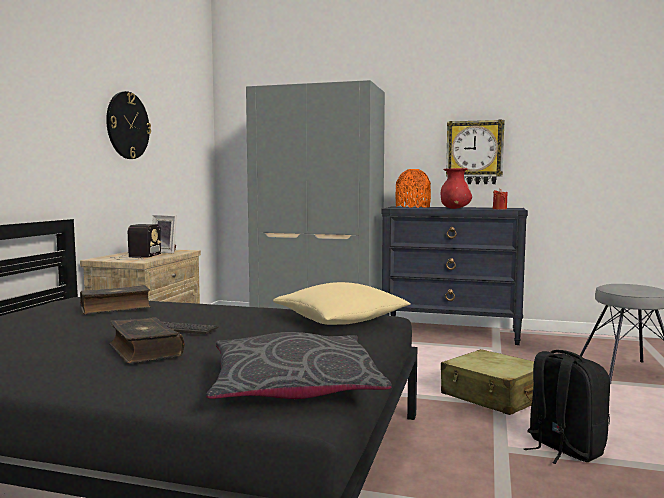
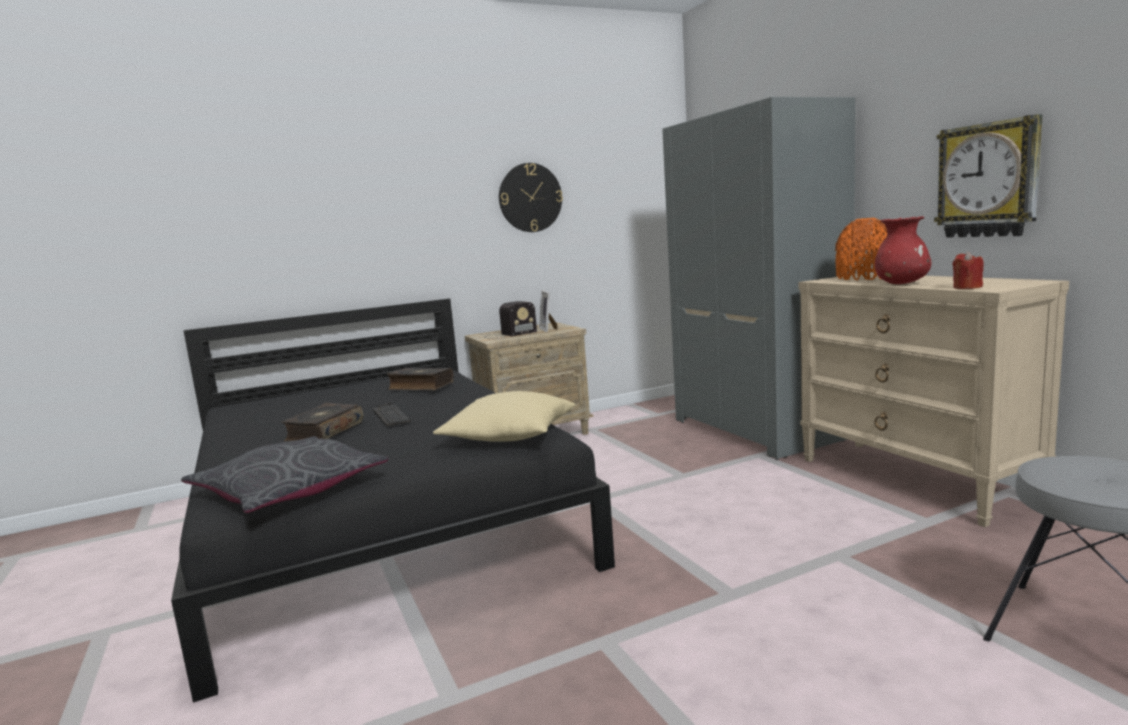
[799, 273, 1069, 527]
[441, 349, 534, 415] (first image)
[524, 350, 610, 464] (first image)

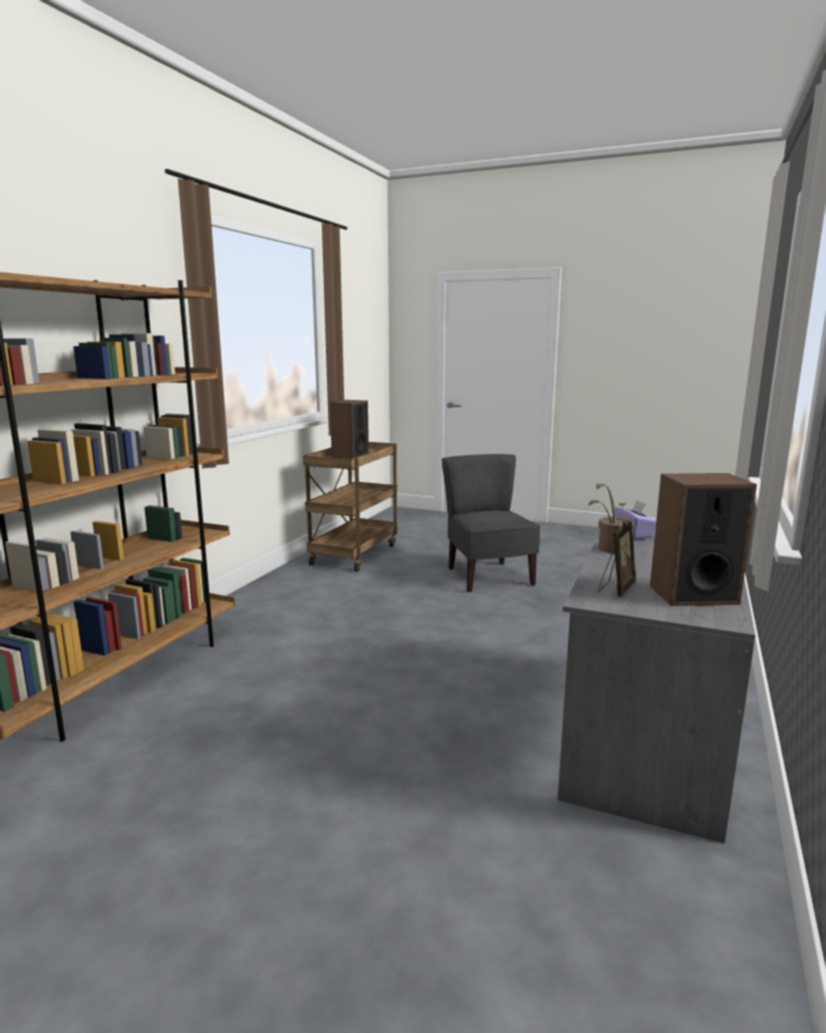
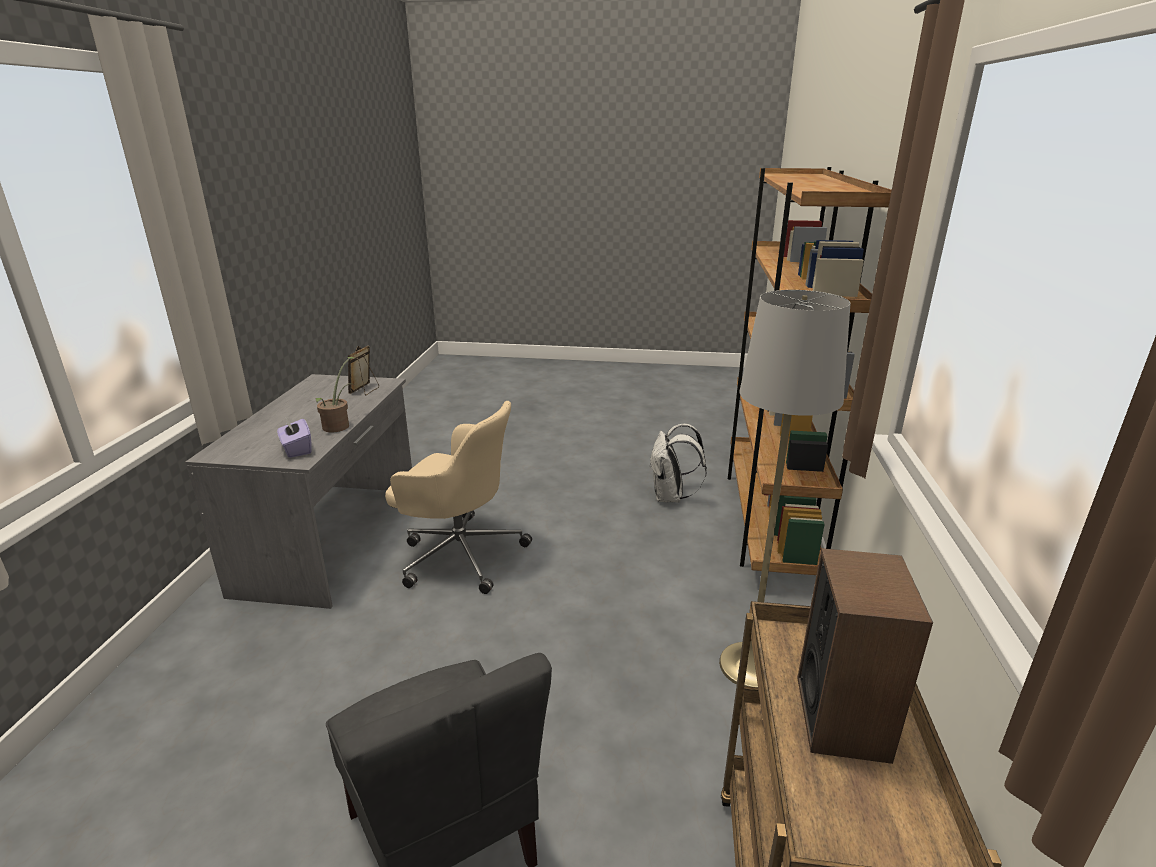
[650, 473, 757, 606] (first image)
[719, 290, 851, 688]
[385, 401, 532, 594]
[649, 423, 707, 503]

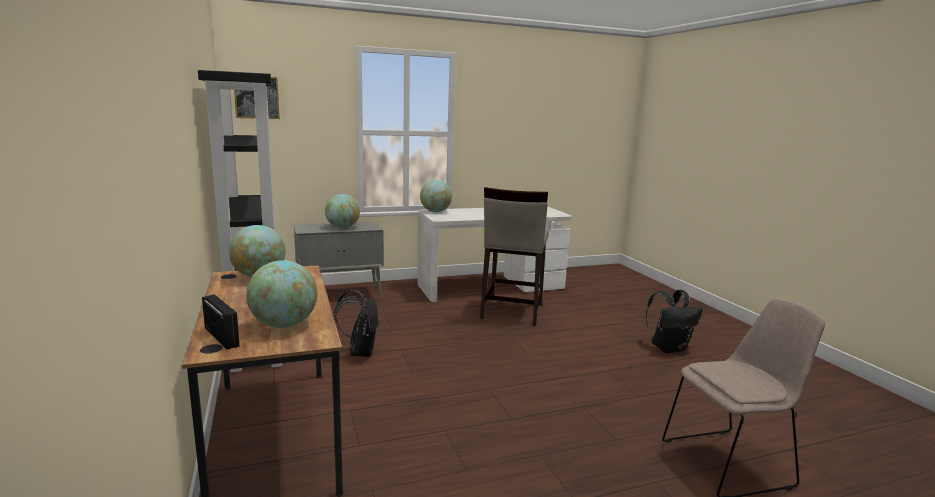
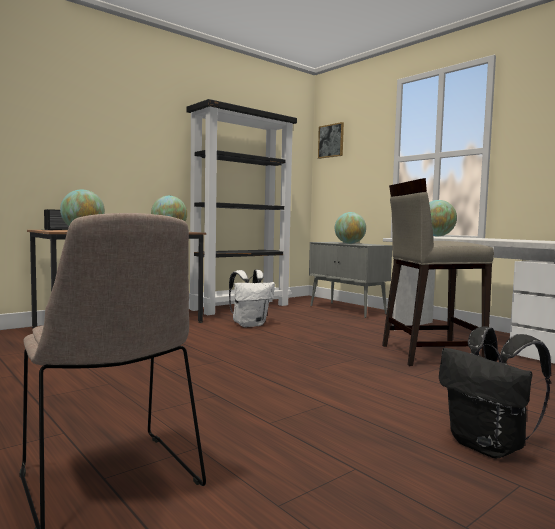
[229, 270, 275, 327]

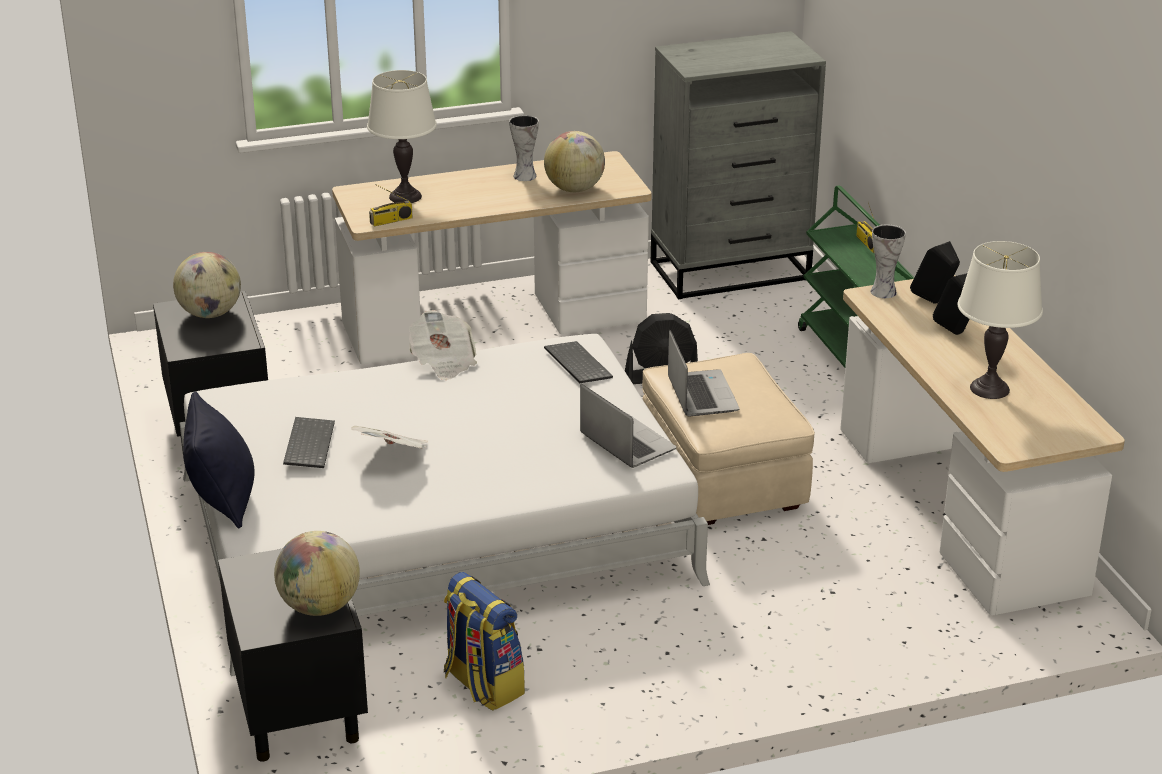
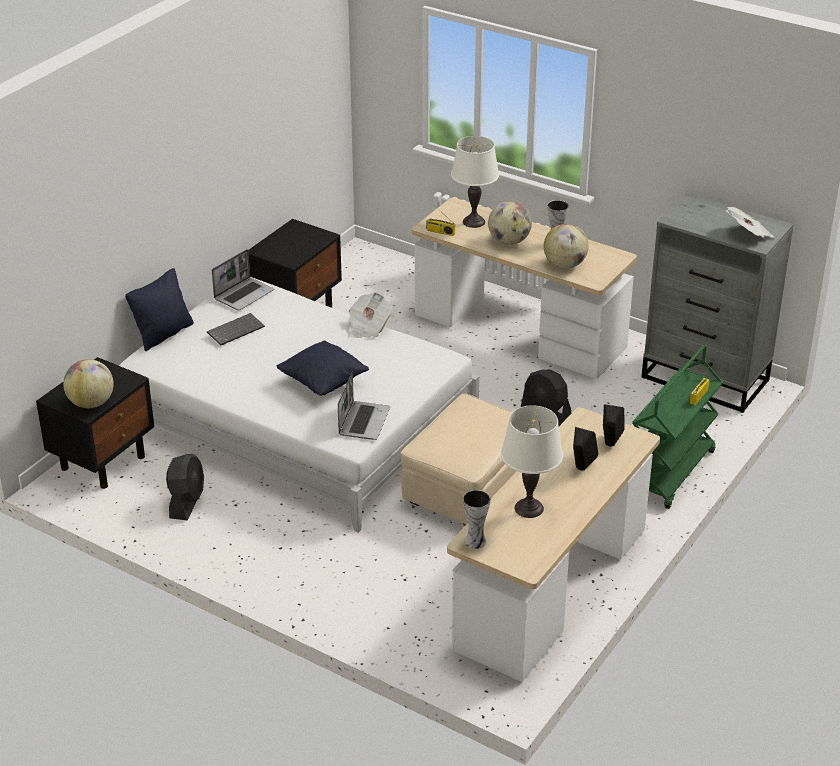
[463, 490, 491, 549]
[488, 201, 532, 245]
[212, 249, 274, 310]
[544, 341, 613, 383] (first image)
[725, 207, 775, 237]
[166, 454, 204, 520]
[277, 341, 369, 396]

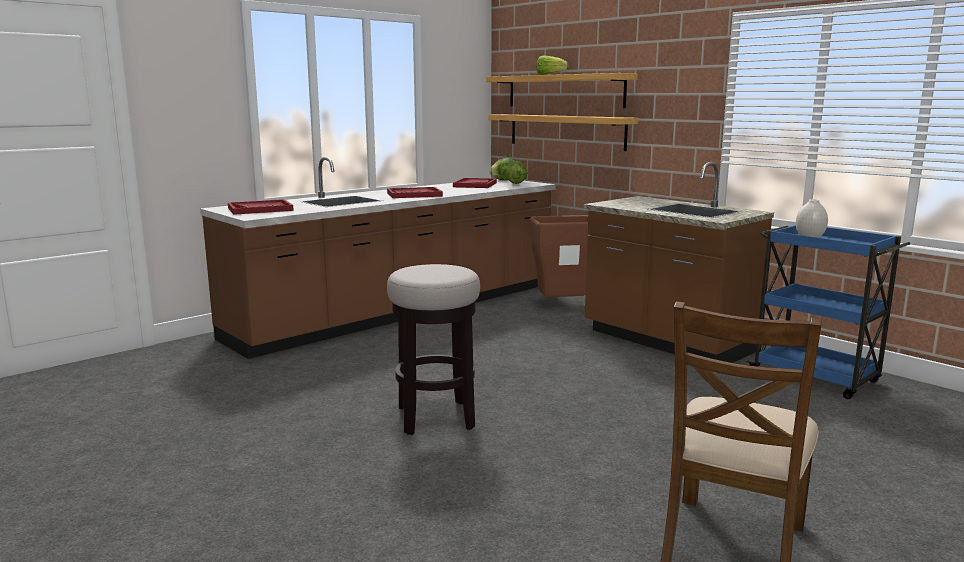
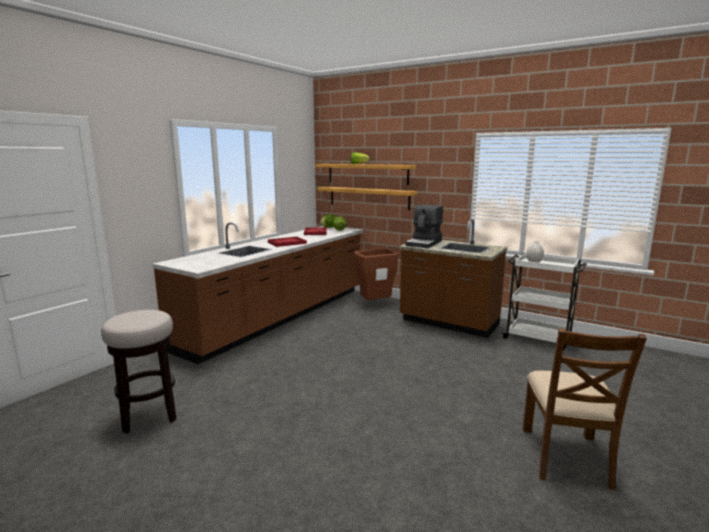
[228, 199, 294, 215] (first image)
[501, 253, 587, 351]
[101, 310, 177, 433]
[405, 204, 443, 248]

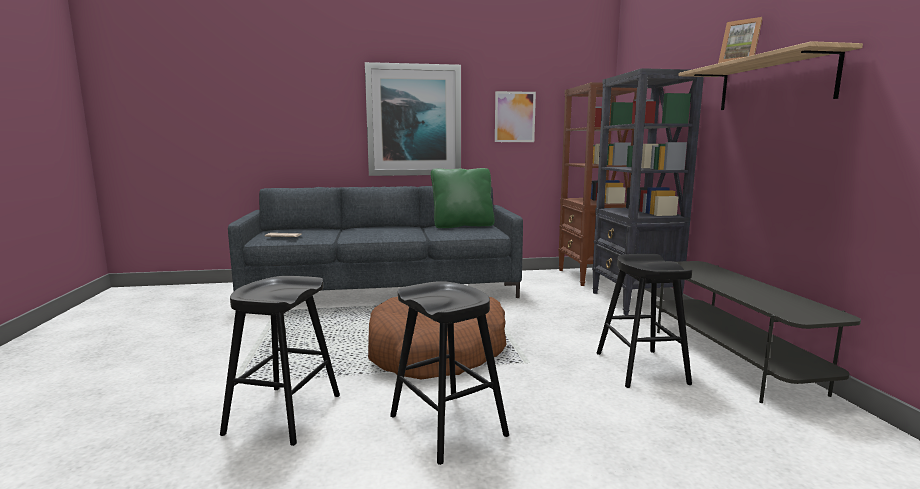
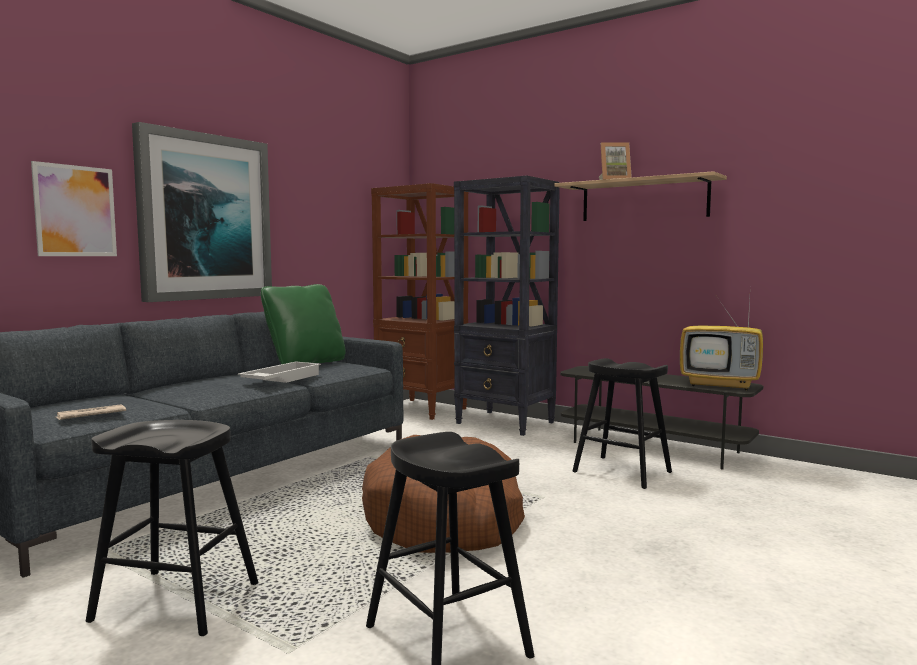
[31, 161, 117, 256]
[86, 420, 258, 636]
[680, 299, 763, 390]
[238, 362, 321, 383]

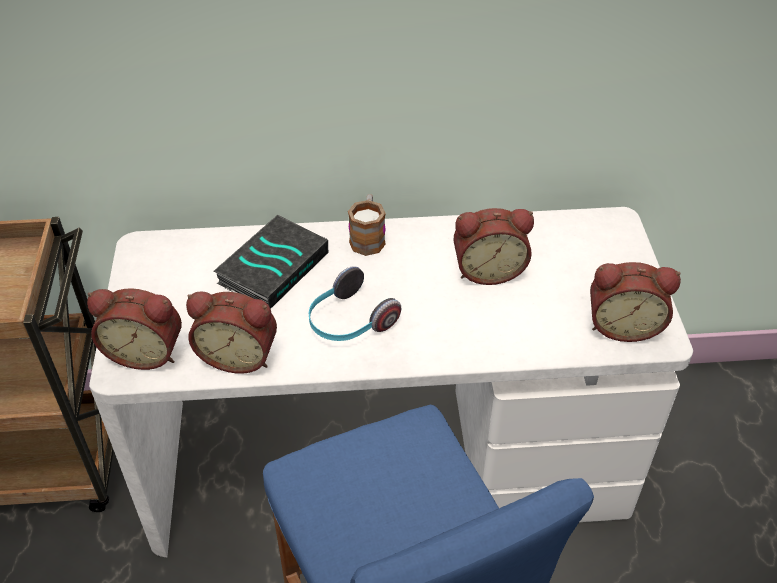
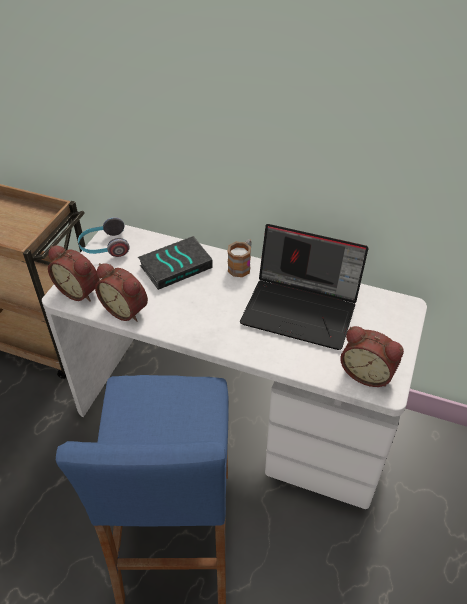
[240, 224, 369, 350]
[78, 217, 130, 257]

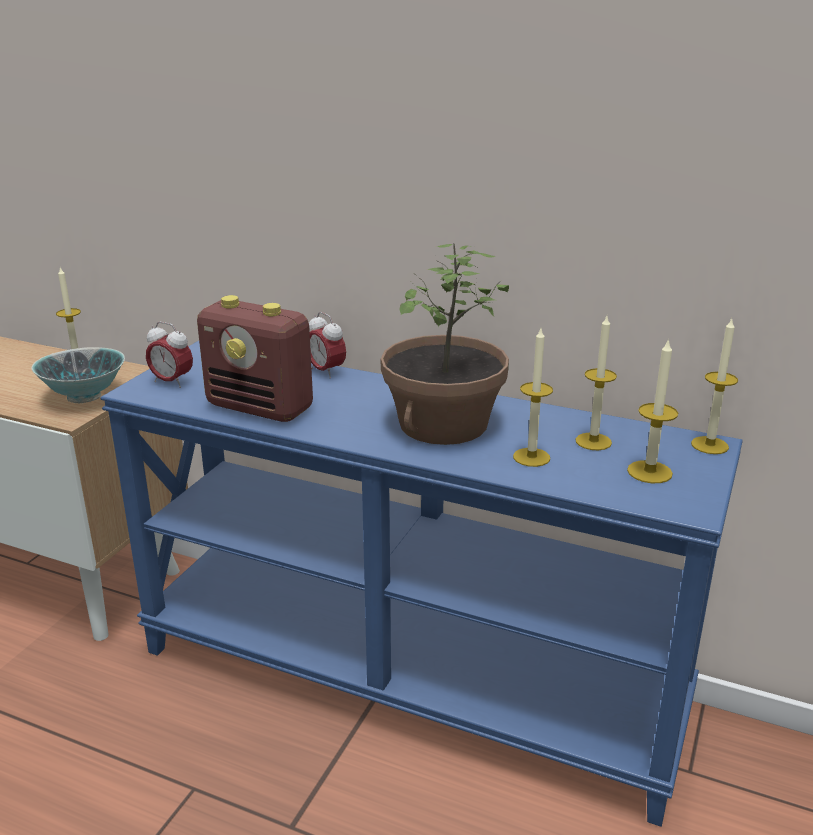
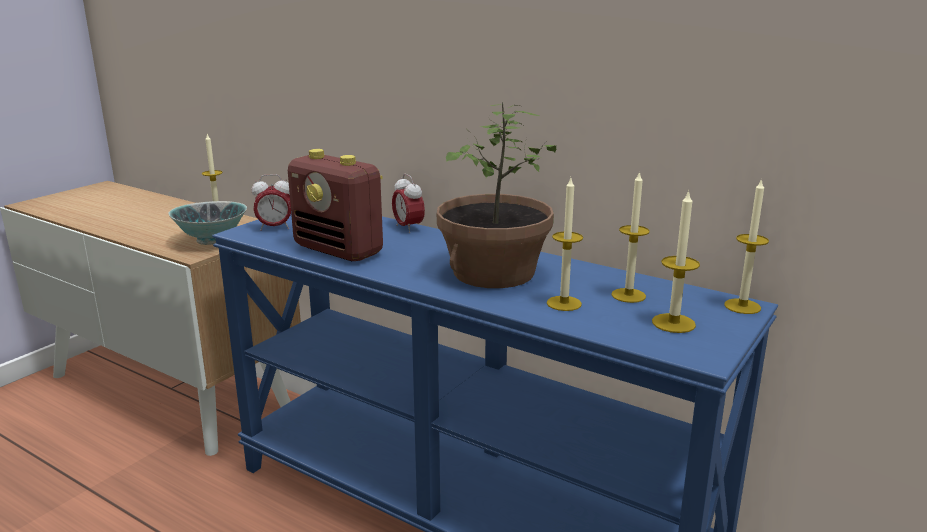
[252, 174, 291, 231]

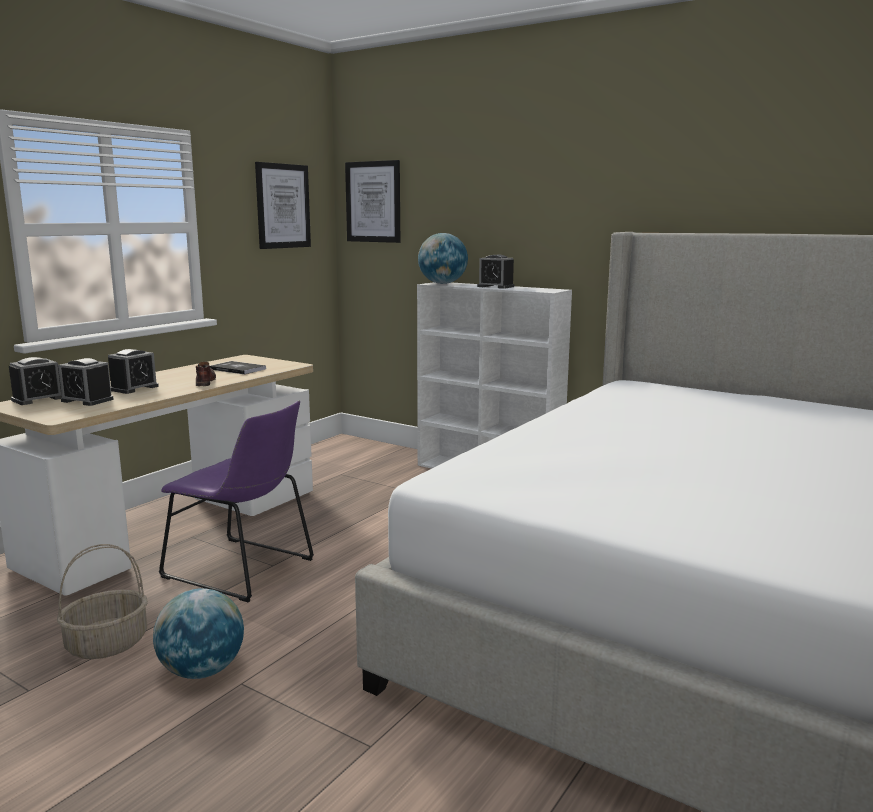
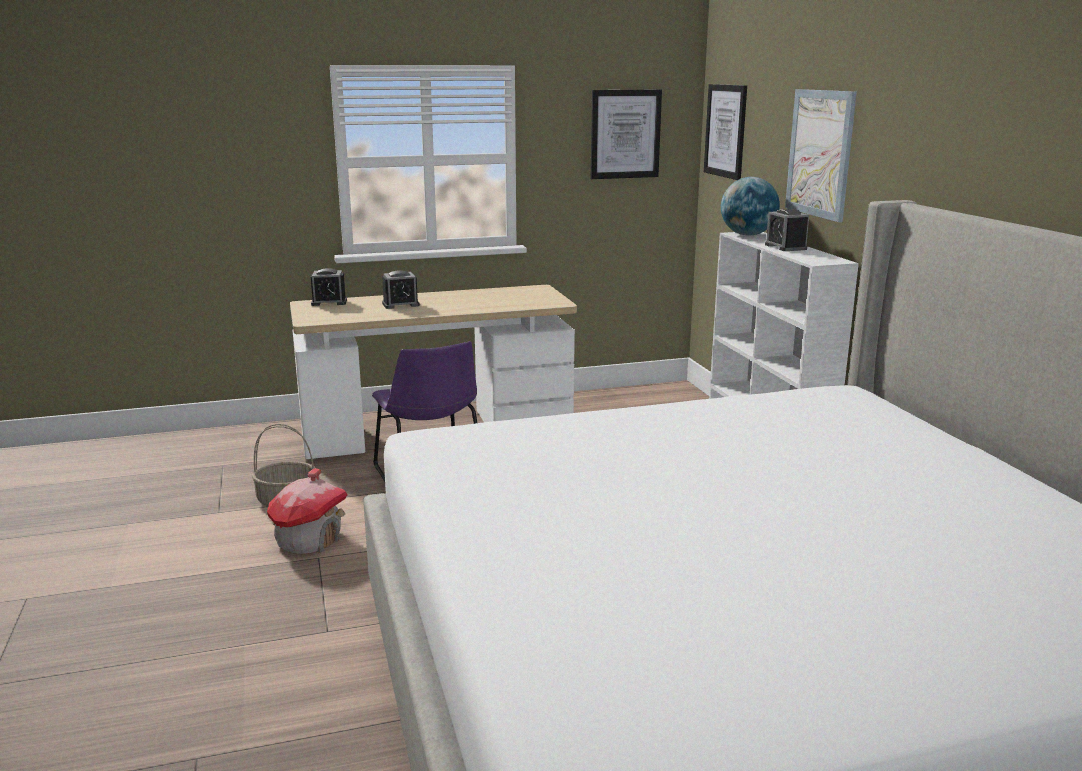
[58, 358, 113, 406] (first image)
[210, 361, 266, 374] (first image)
[196, 362, 216, 386] (first image)
[267, 468, 347, 554]
[785, 89, 857, 222]

